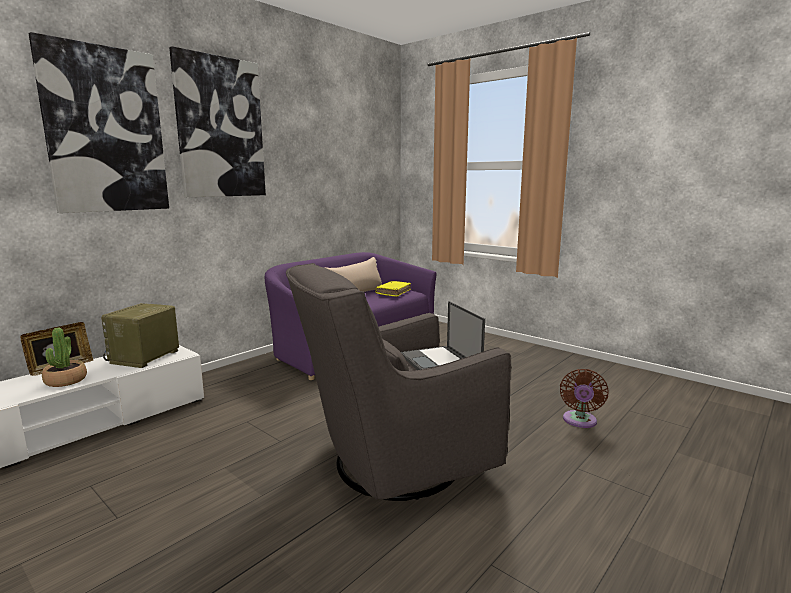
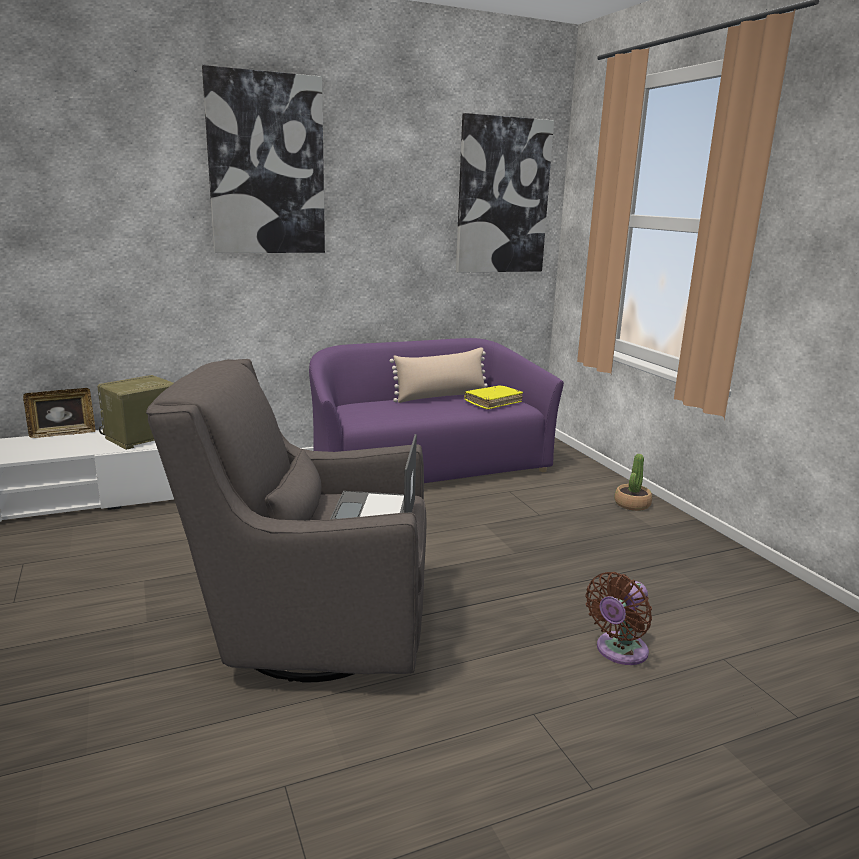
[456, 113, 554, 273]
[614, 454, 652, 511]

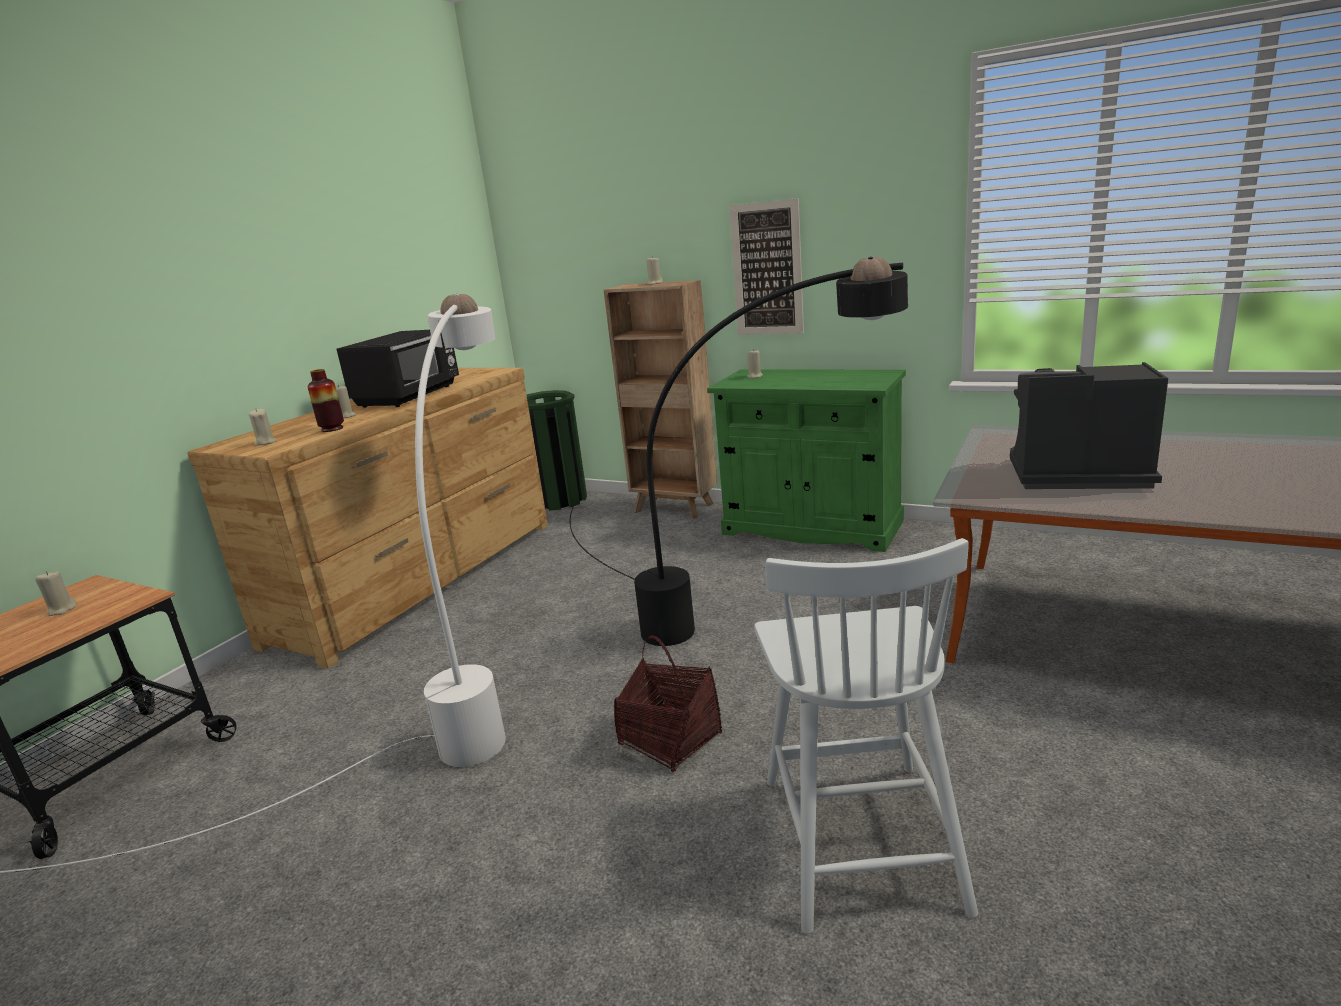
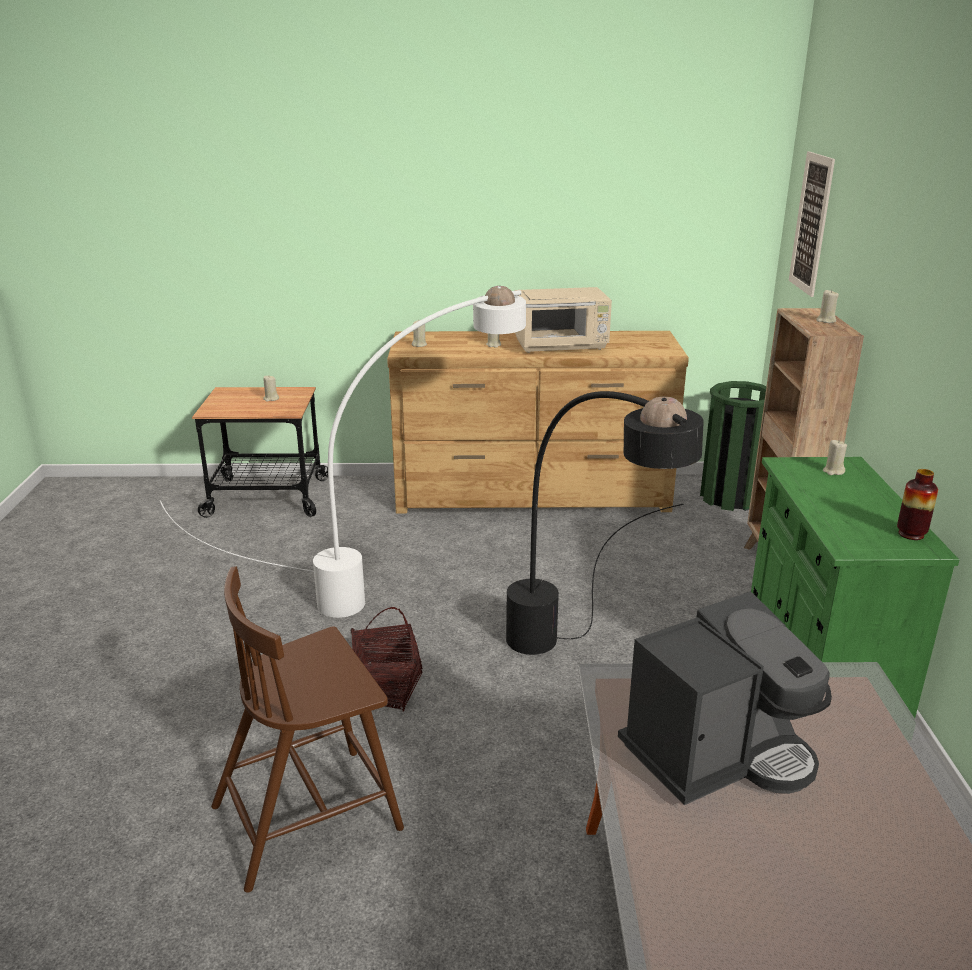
[789, 151, 835, 297]
[515, 287, 612, 353]
[618, 591, 832, 805]
[897, 469, 938, 540]
[211, 566, 404, 893]

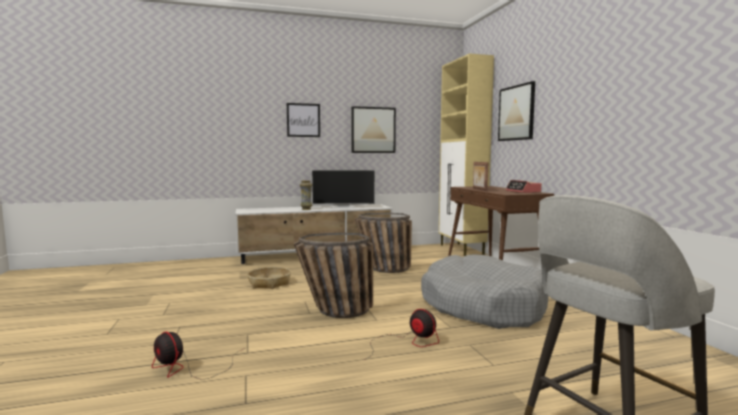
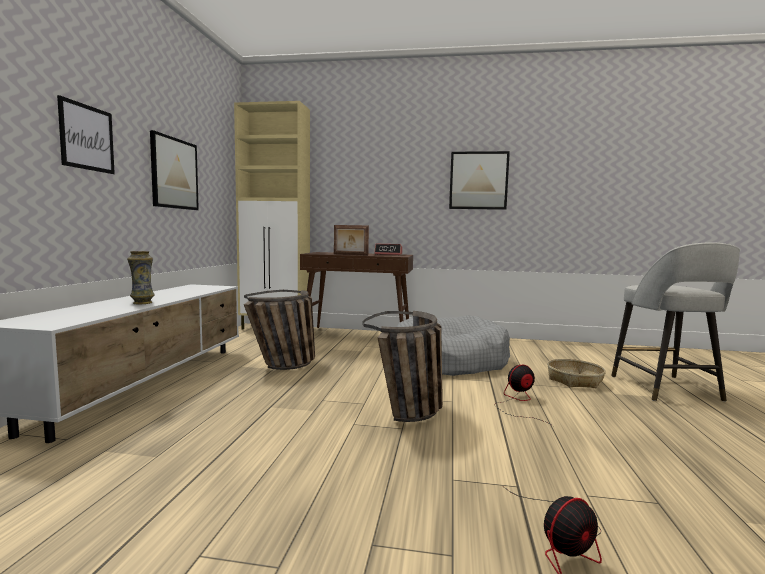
[449, 151, 510, 210]
[312, 170, 375, 208] (first image)
[547, 359, 606, 388]

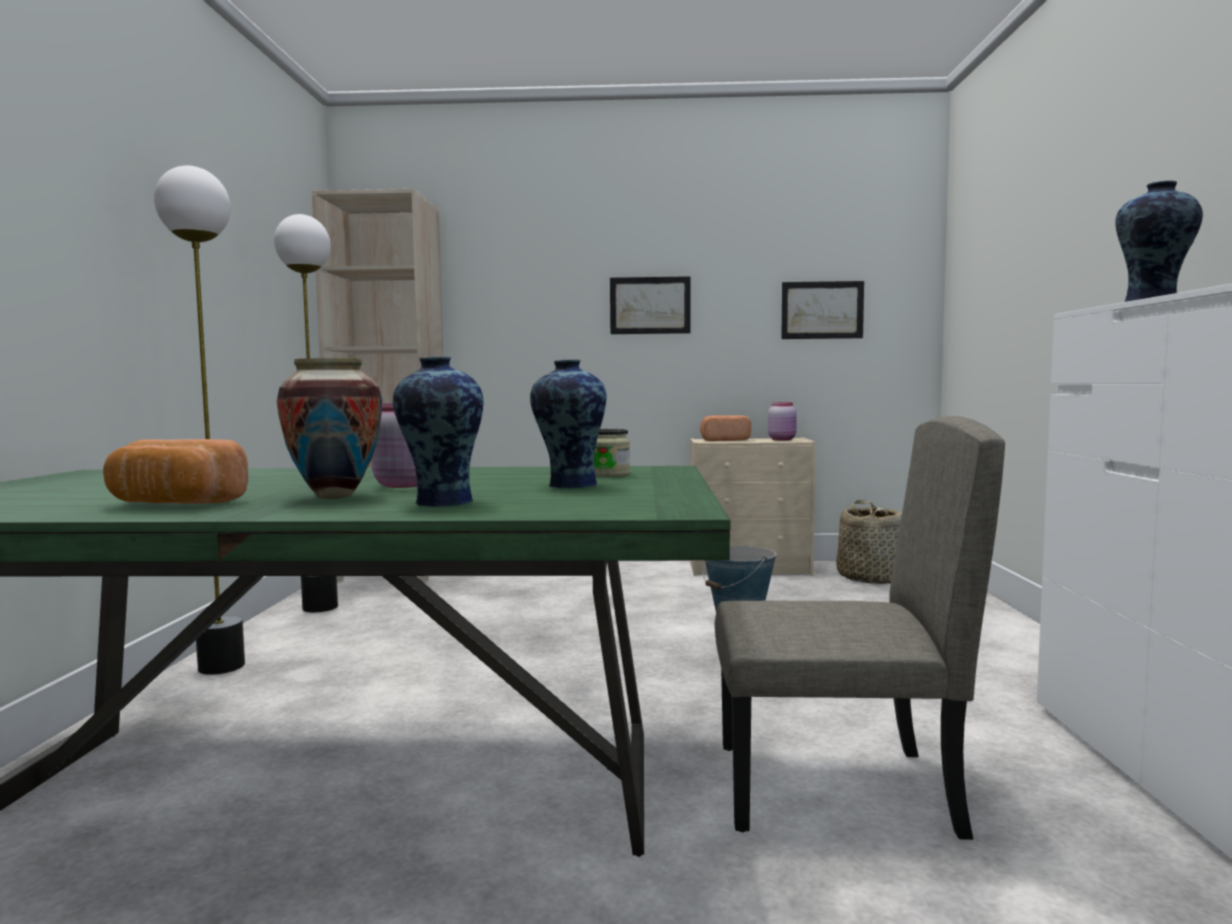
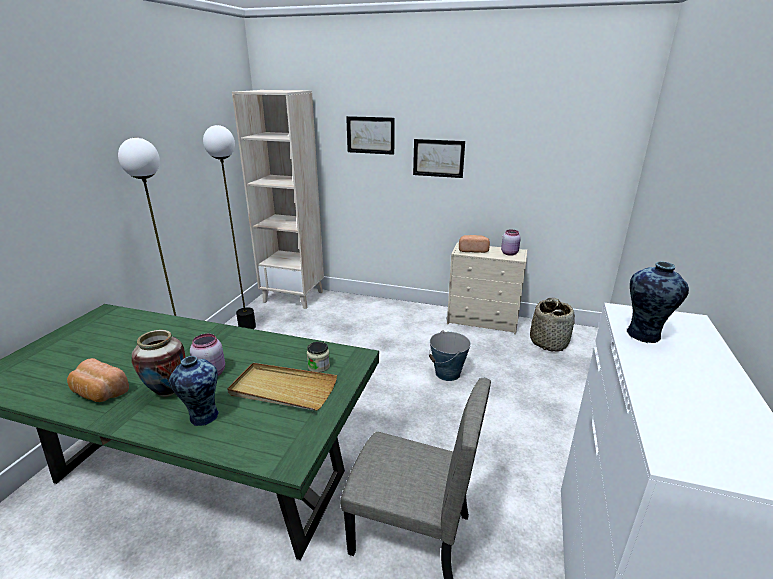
[346, 116, 395, 155]
[227, 363, 337, 411]

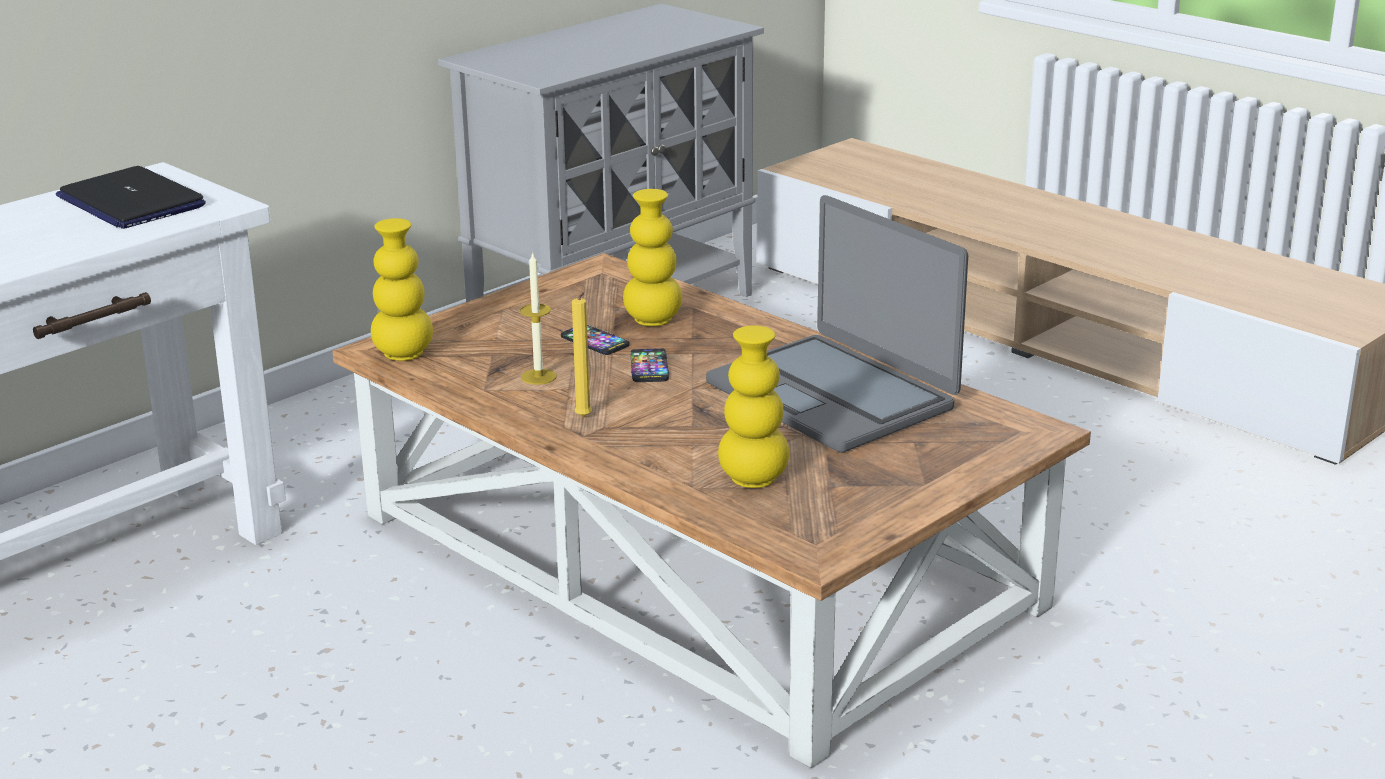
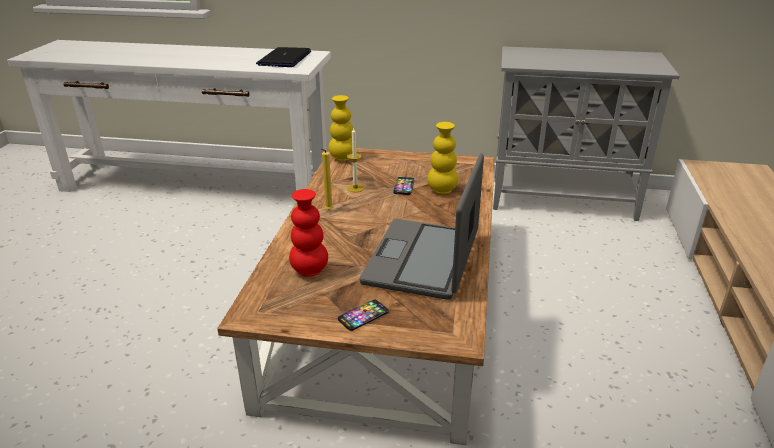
[289, 189, 328, 277]
[338, 300, 389, 331]

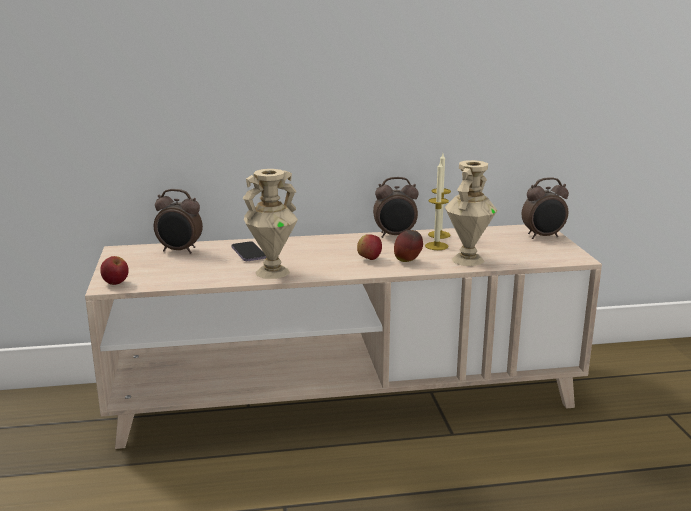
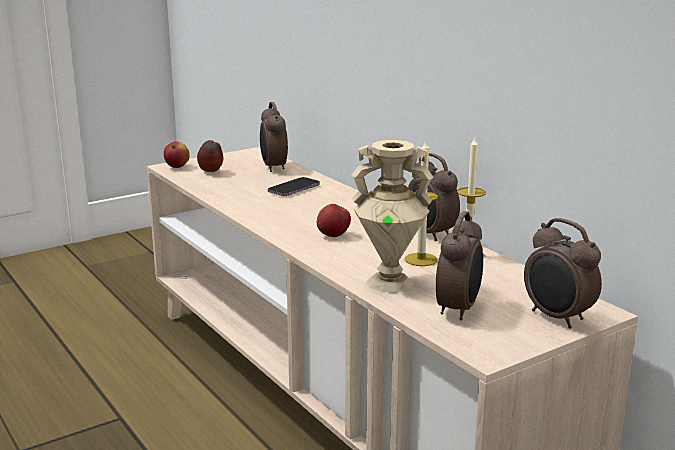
[243, 169, 298, 279] (first image)
[197, 140, 223, 172]
[436, 211, 483, 320]

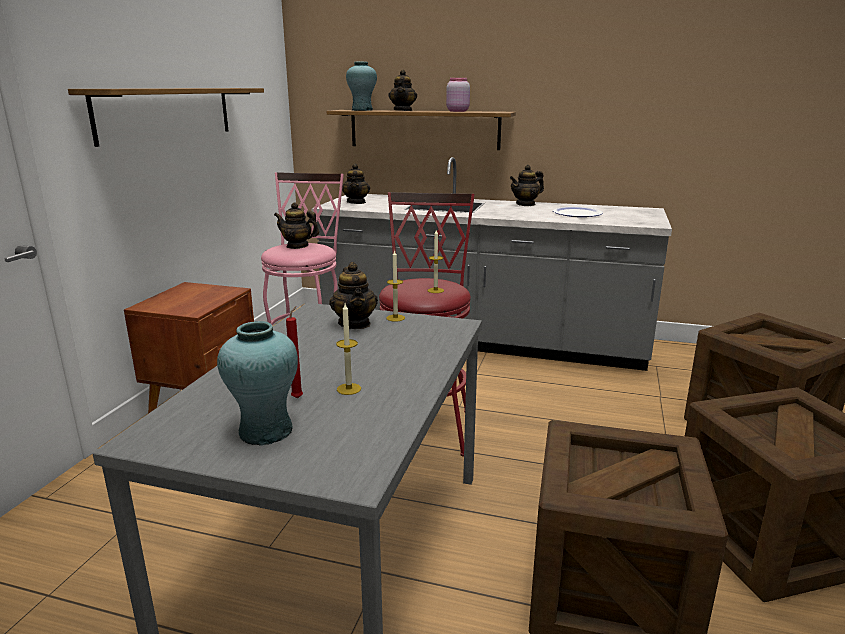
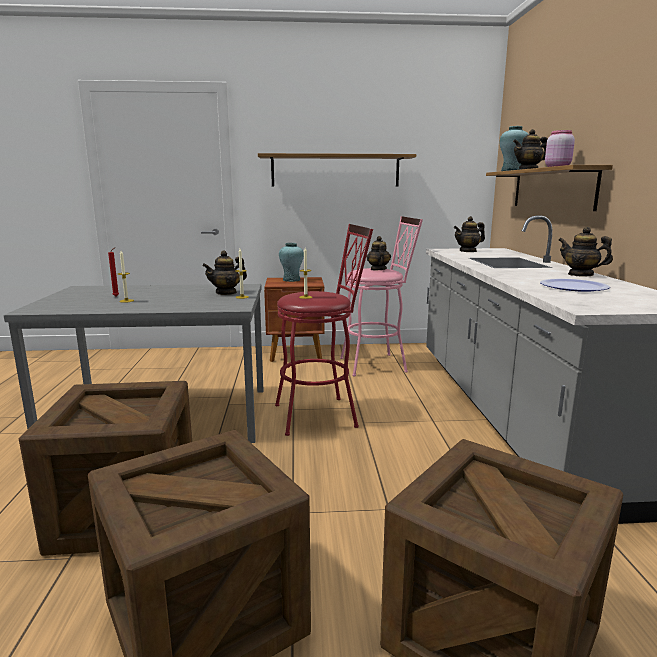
[279, 243, 304, 282]

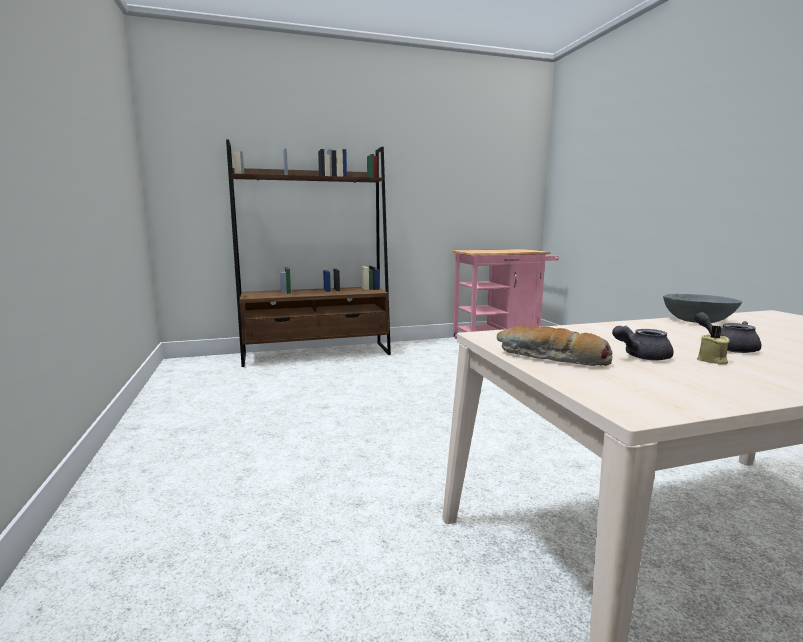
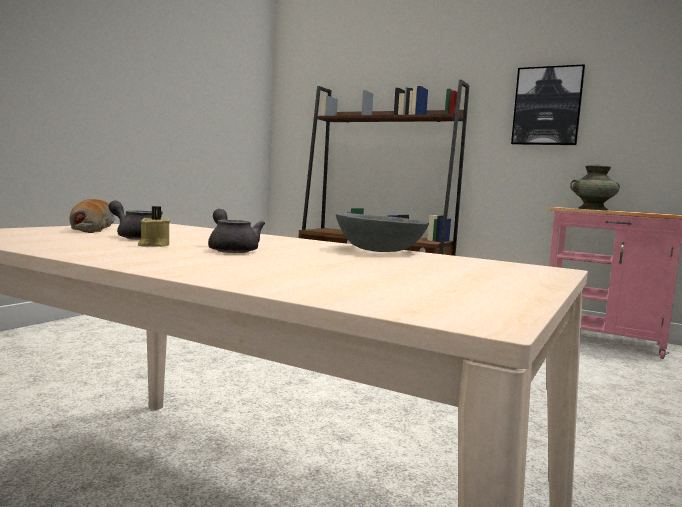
[208, 209, 265, 253]
[511, 64, 585, 145]
[570, 164, 620, 210]

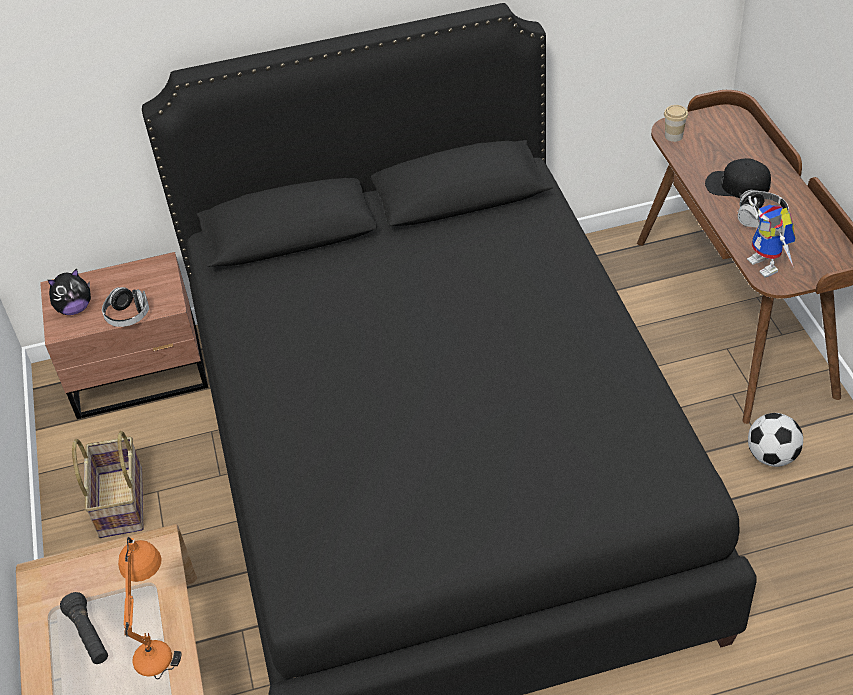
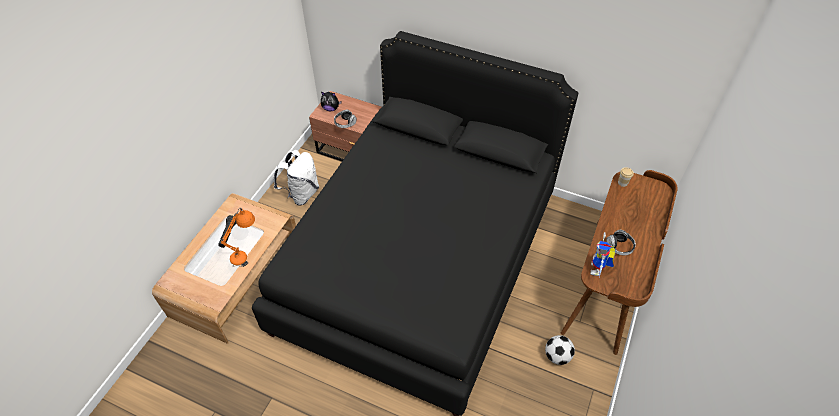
[705, 158, 771, 198] (first image)
[274, 150, 319, 206]

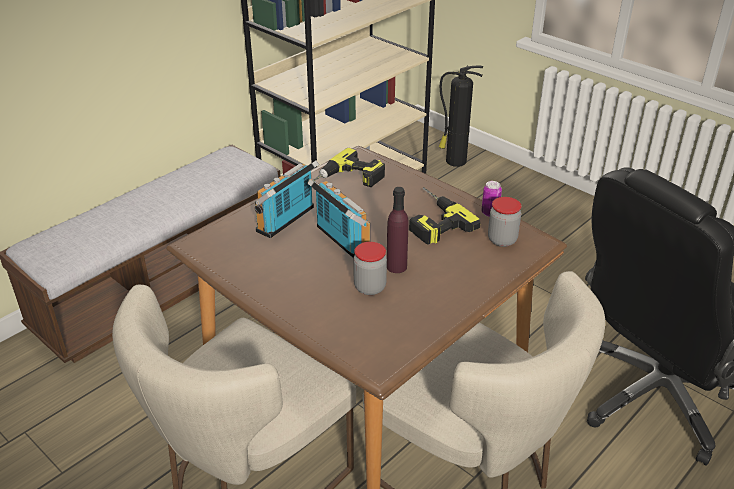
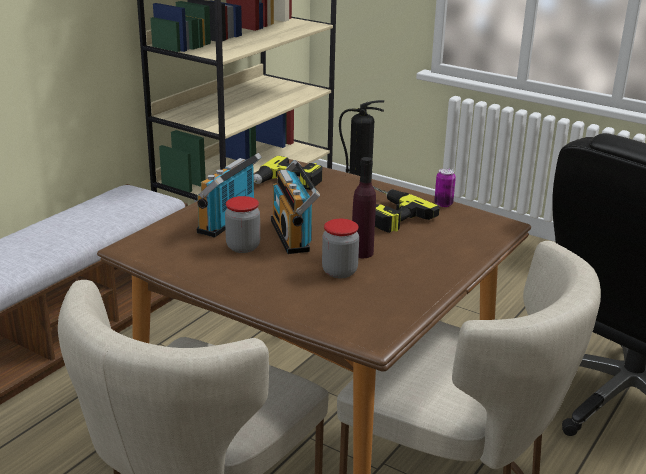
[271, 160, 320, 254]
[225, 196, 260, 253]

